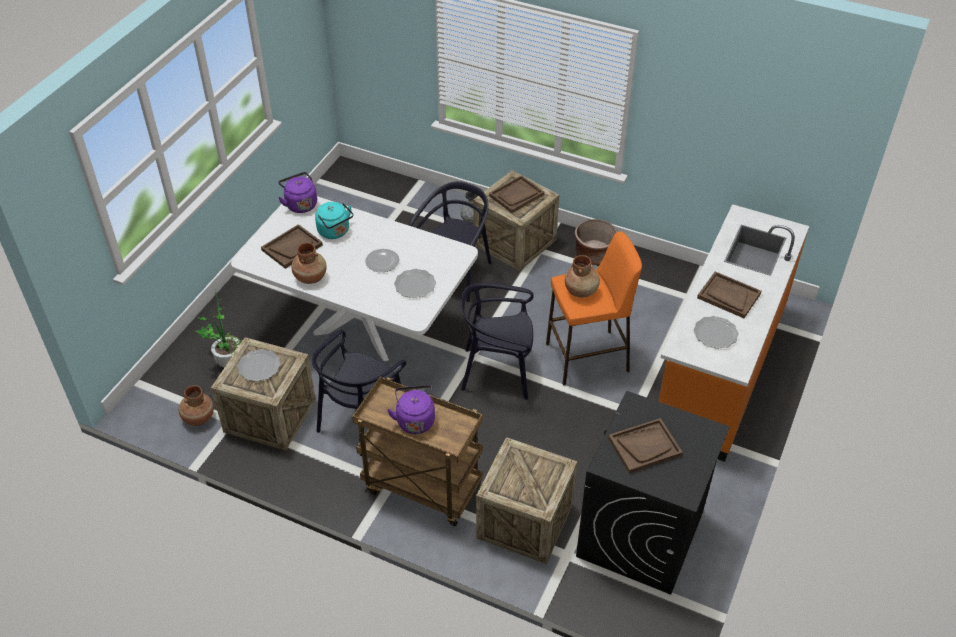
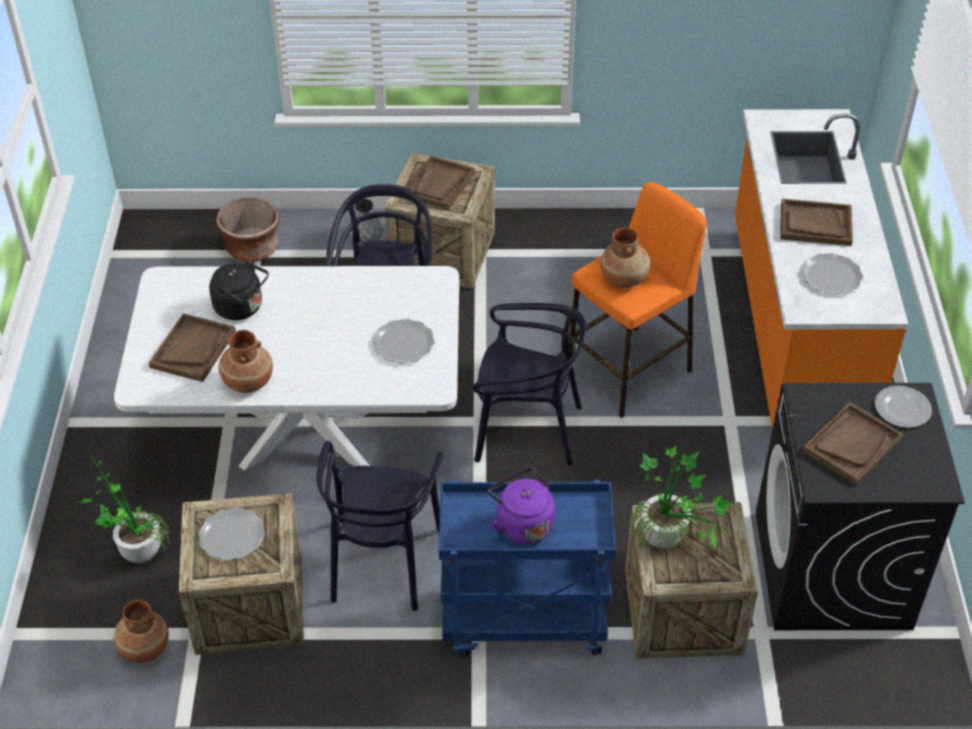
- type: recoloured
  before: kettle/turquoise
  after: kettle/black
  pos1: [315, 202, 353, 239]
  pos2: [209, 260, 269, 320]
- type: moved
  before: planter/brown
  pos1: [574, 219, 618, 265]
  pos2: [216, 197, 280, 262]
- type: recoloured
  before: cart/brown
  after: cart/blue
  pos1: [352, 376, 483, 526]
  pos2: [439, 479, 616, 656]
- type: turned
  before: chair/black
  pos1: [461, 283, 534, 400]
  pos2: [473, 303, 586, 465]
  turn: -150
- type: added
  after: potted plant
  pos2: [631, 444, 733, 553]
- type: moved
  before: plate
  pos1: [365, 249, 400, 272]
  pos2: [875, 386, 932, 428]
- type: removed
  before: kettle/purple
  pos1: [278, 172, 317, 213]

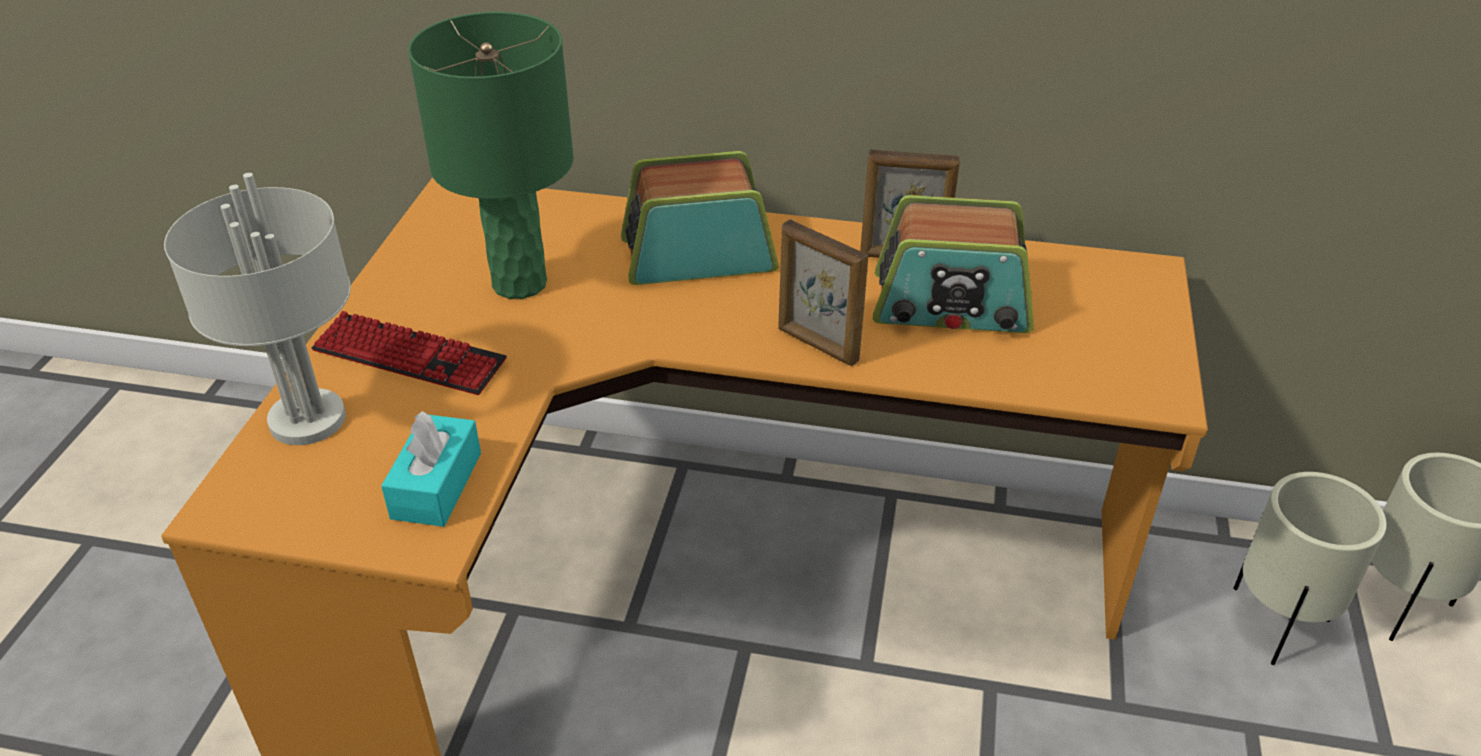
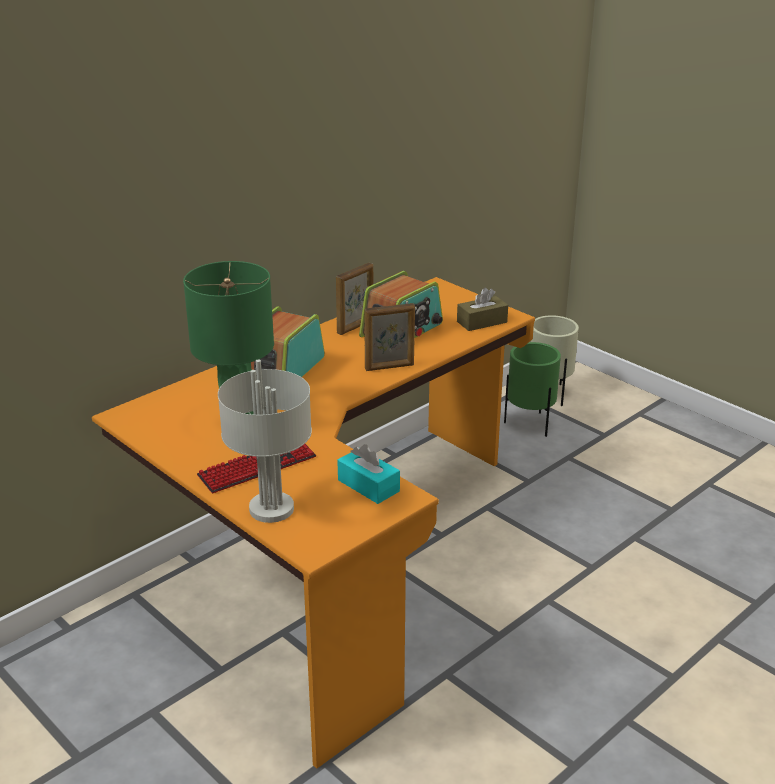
- type: added
  after: tissue box/brown
  pos2: [457, 288, 508, 331]
- type: recoloured
  before: planter/beige
  after: planter/green
  pos1: [1233, 472, 1387, 665]
  pos2: [504, 342, 561, 437]

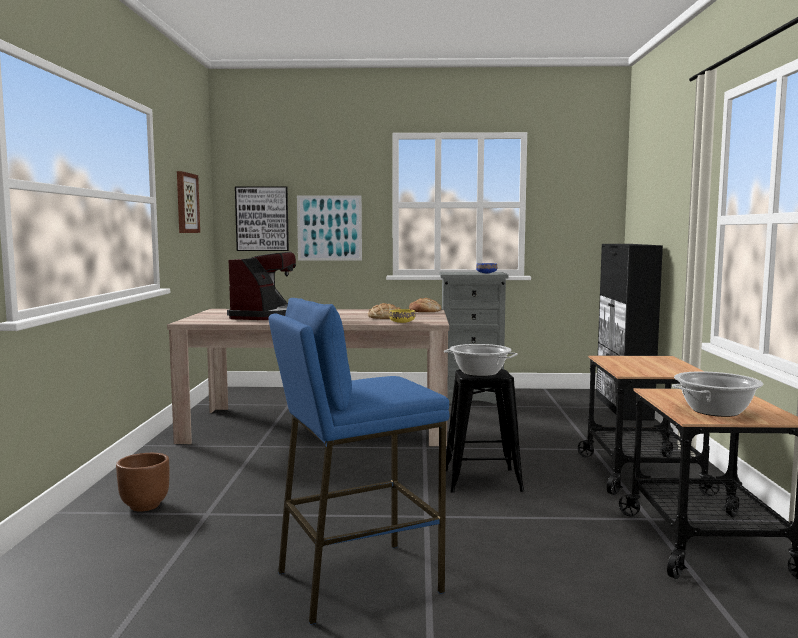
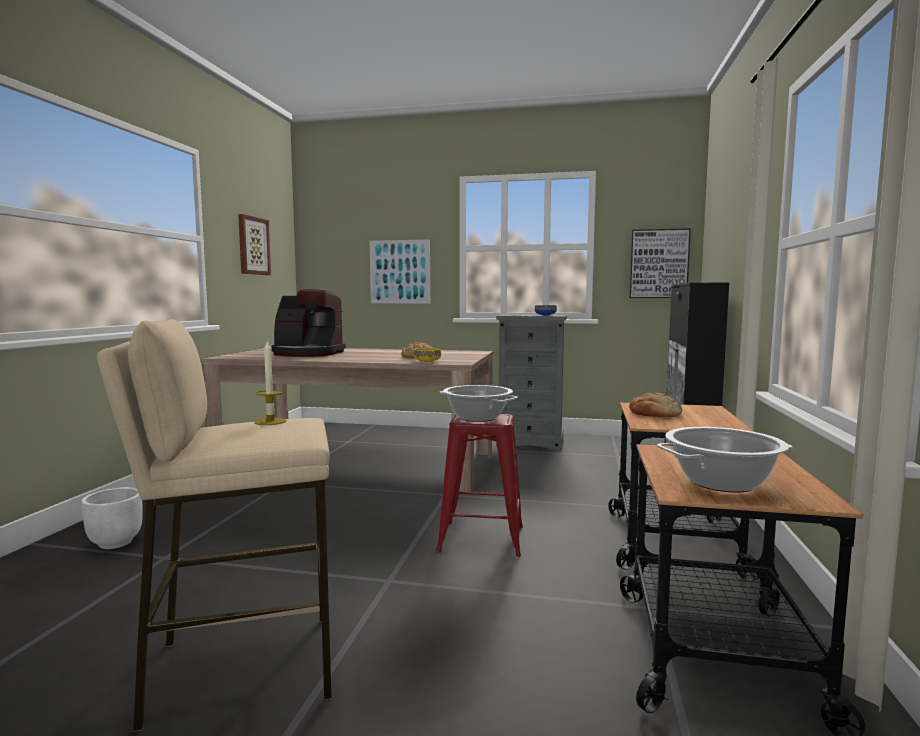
- type: recoloured
  before: planter/brown
  after: planter/white
  pos1: [116, 453, 169, 511]
  pos2: [81, 487, 143, 549]
- type: recoloured
  before: stool/blue
  after: stool/beige
  pos1: [268, 298, 449, 625]
  pos2: [97, 319, 332, 732]
- type: added
  after: candle
  pos2: [255, 341, 287, 425]
- type: turned
  before: coffee machine
  pos1: [227, 252, 296, 320]
  pos2: [272, 289, 346, 357]
  turn: 75
- type: recoloured
  before: stool/black
  after: stool/red
  pos1: [446, 369, 524, 493]
  pos2: [436, 414, 523, 557]
- type: moved
  before: picture
  pos1: [235, 186, 289, 251]
  pos2: [629, 228, 691, 298]
- type: moved
  before: bread
  pos1: [409, 298, 441, 312]
  pos2: [629, 393, 682, 417]

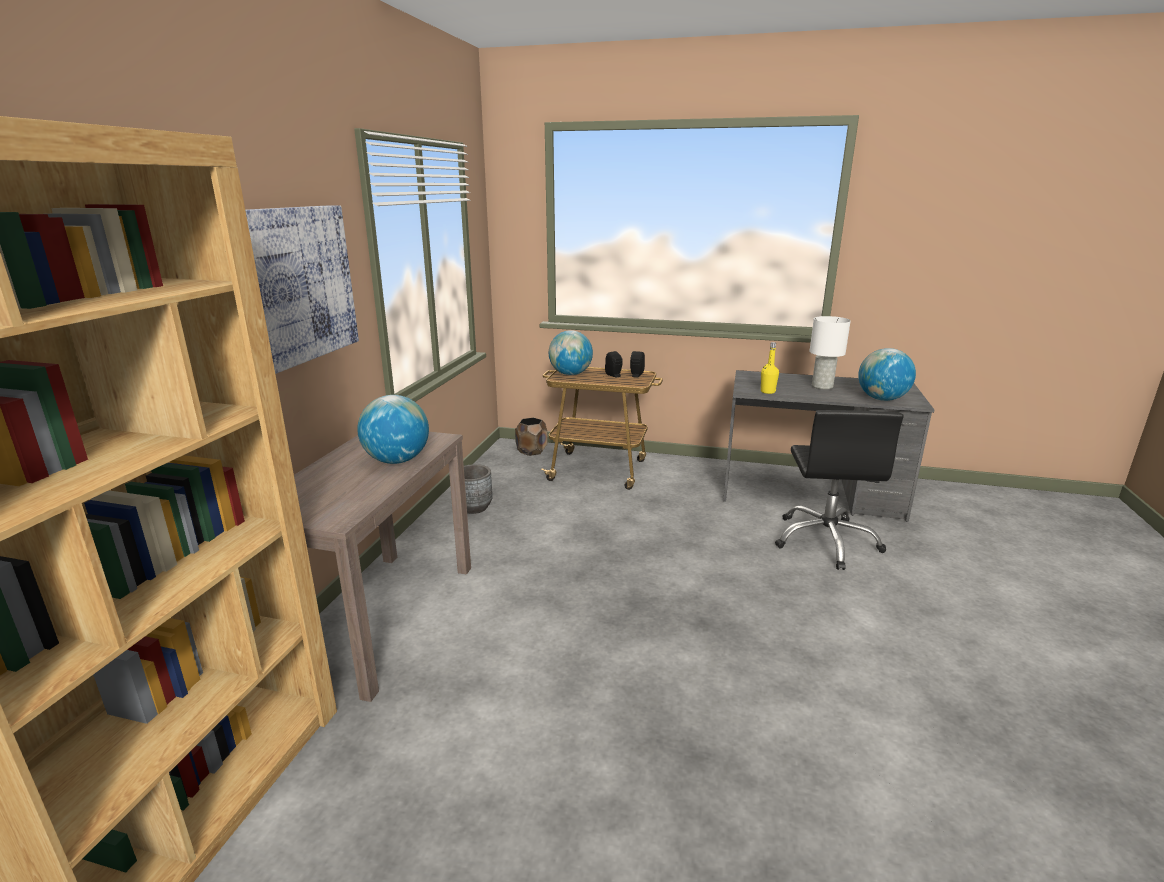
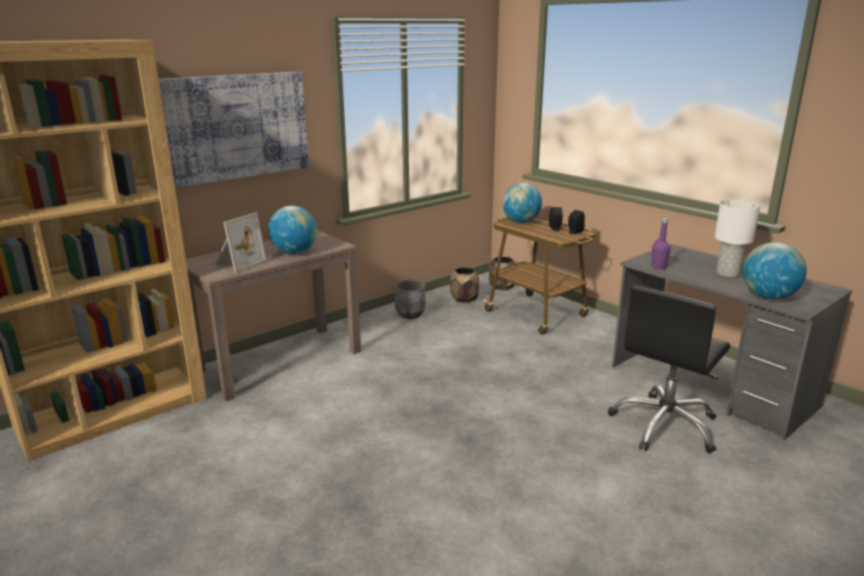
- type: added
  after: picture frame
  pos2: [215, 213, 268, 274]
- type: added
  after: planter/brown
  pos2: [450, 267, 479, 303]
- type: recoloured
  before: bottle/yellow
  after: bottle/purple
  pos1: [761, 342, 779, 394]
  pos2: [651, 218, 671, 269]

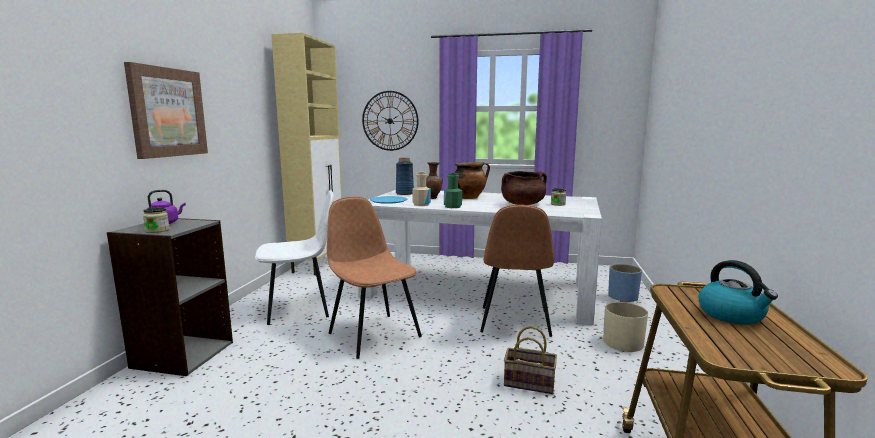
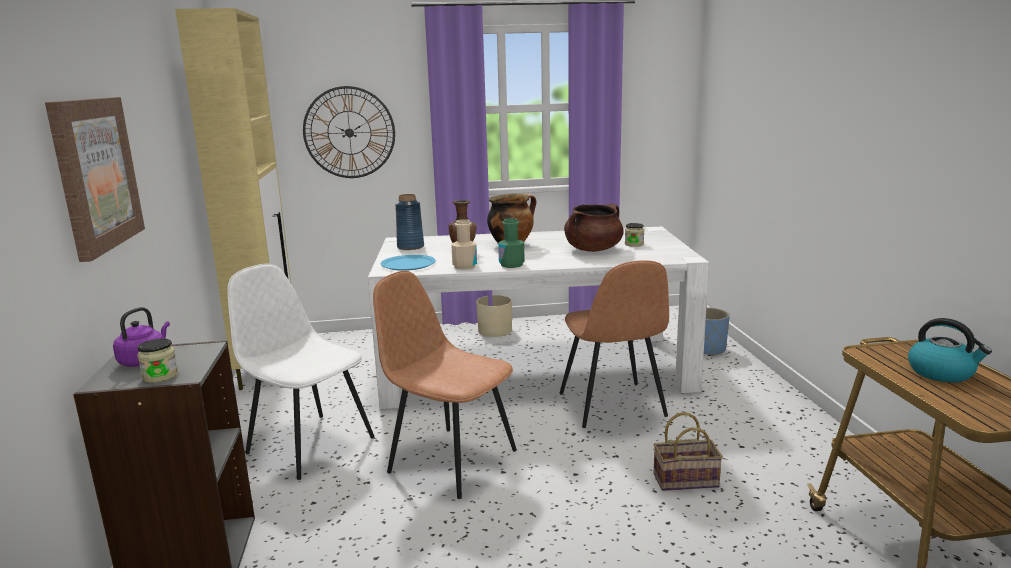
- type: turned
  before: chair/white
  pos1: [255, 190, 334, 325]
  pos2: [227, 264, 374, 480]
  turn: -105
- type: moved
  before: planter/beige
  pos1: [603, 302, 648, 352]
  pos2: [476, 295, 512, 337]

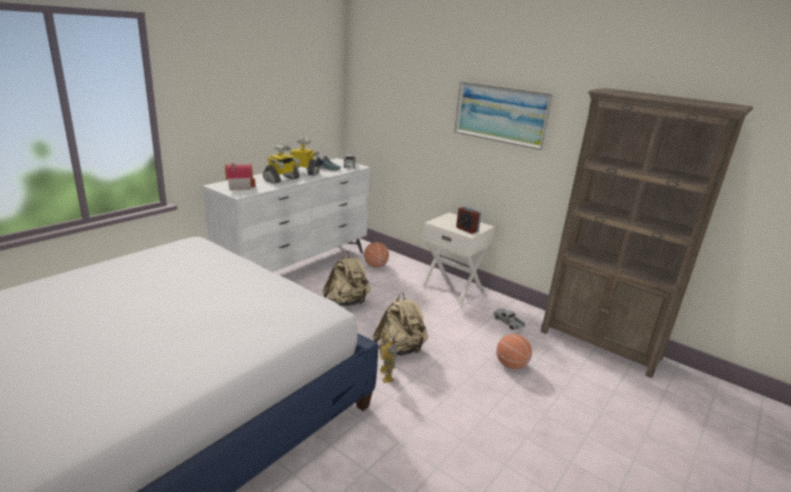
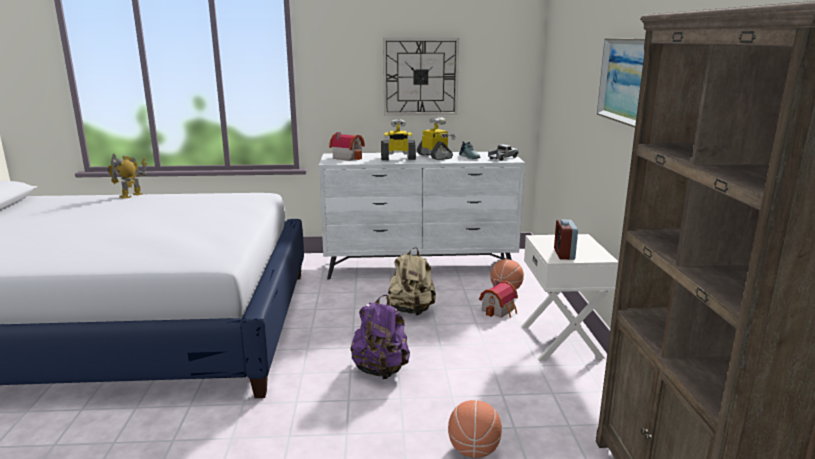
- type: moved
  before: toy robot
  pos1: [380, 333, 397, 383]
  pos2: [106, 154, 147, 199]
- type: recoloured
  before: backpack/beige
  after: backpack/purple
  pos1: [373, 293, 428, 355]
  pos2: [350, 295, 410, 379]
- type: added
  after: wall clock
  pos2: [383, 38, 459, 116]
- type: added
  after: toy house
  pos2: [479, 279, 518, 318]
- type: removed
  before: toy truck
  pos1: [494, 308, 525, 330]

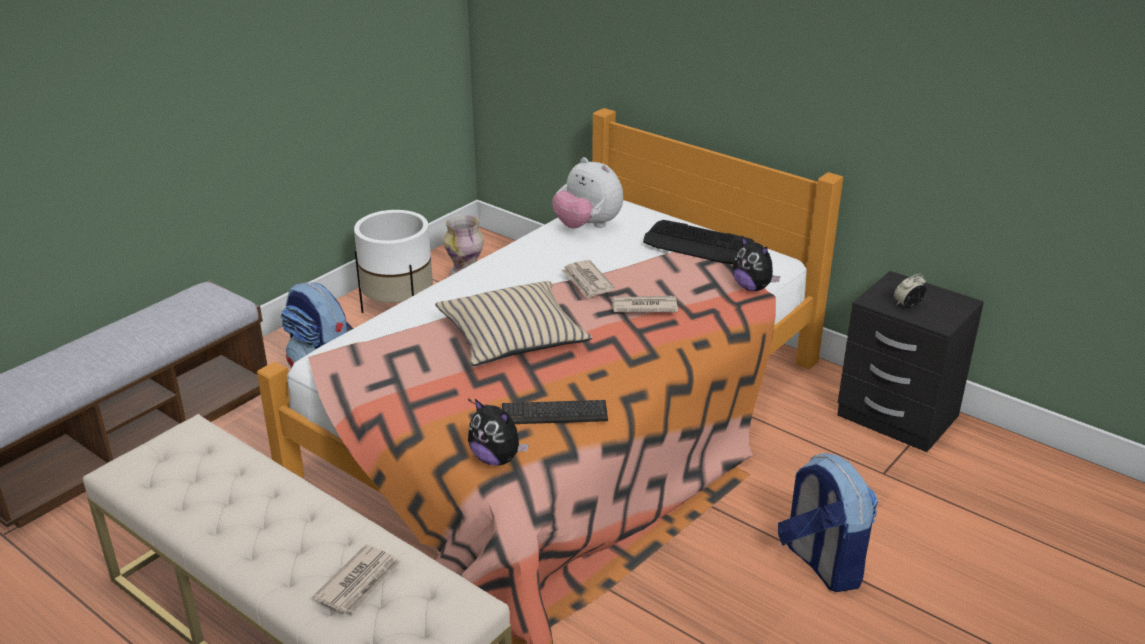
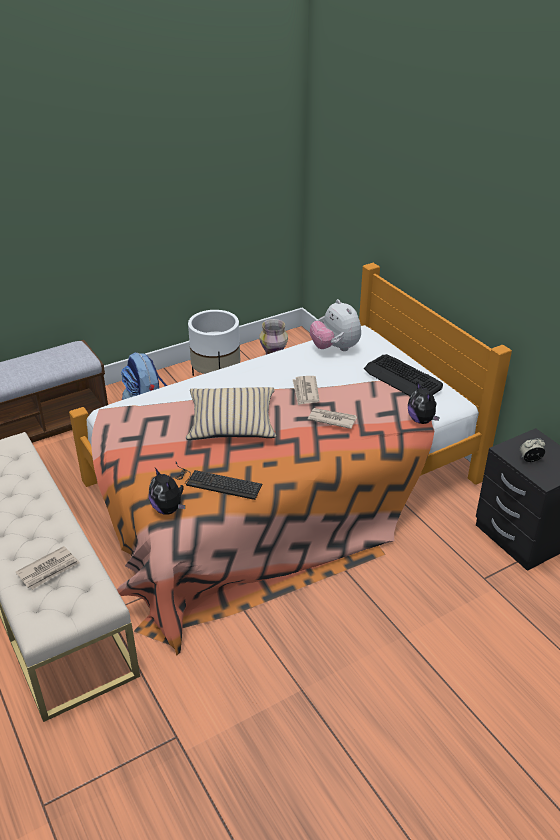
- type: removed
  before: backpack
  pos1: [778, 453, 878, 592]

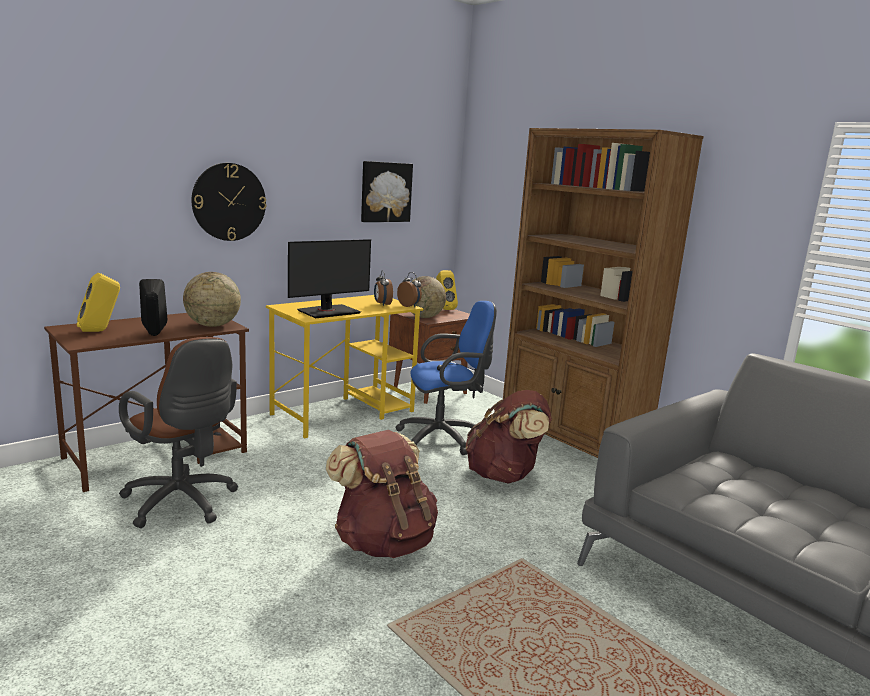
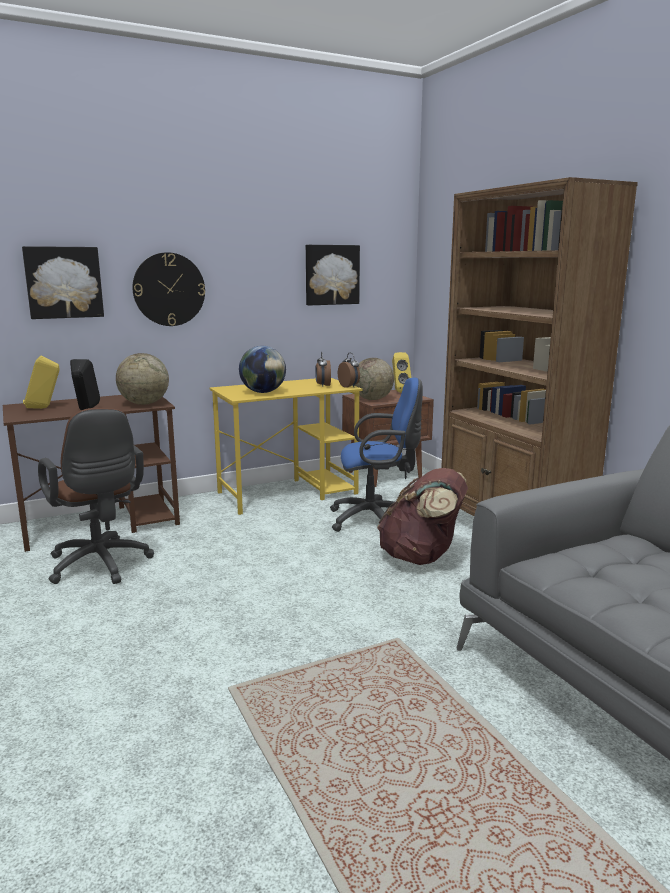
- type: added
  after: picture
  pos2: [22, 246, 104, 319]
- type: replaced
  before: monitor
  after: globe
  pos1: [288, 239, 371, 318]
  pos2: [239, 346, 286, 393]
- type: removed
  before: backpack/brown
  pos1: [326, 430, 438, 558]

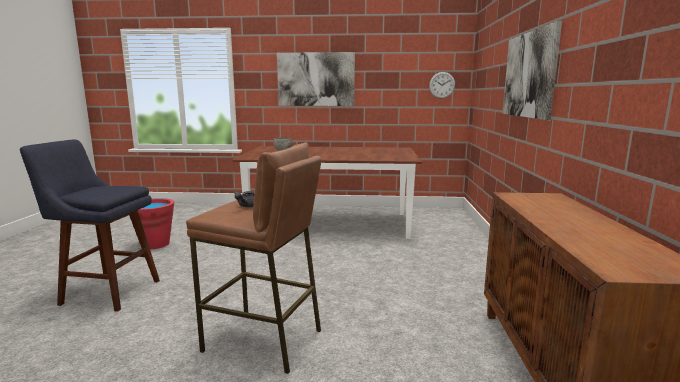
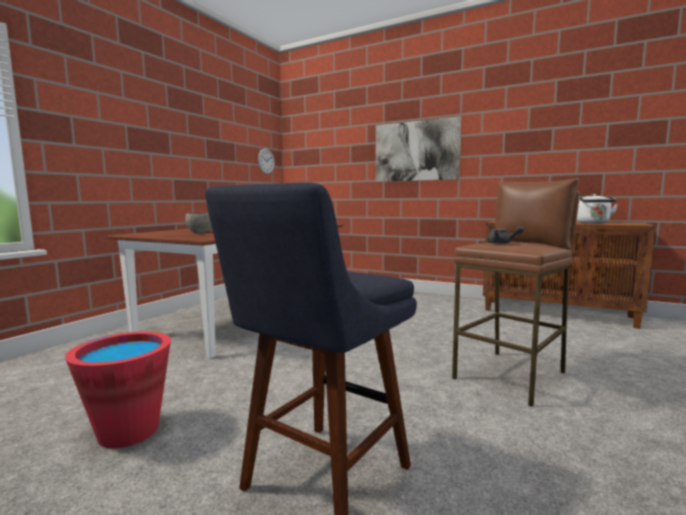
- type: added
  after: kettle/white
  pos2: [577, 194, 618, 224]
- type: removed
  before: picture
  pos1: [277, 52, 355, 106]

